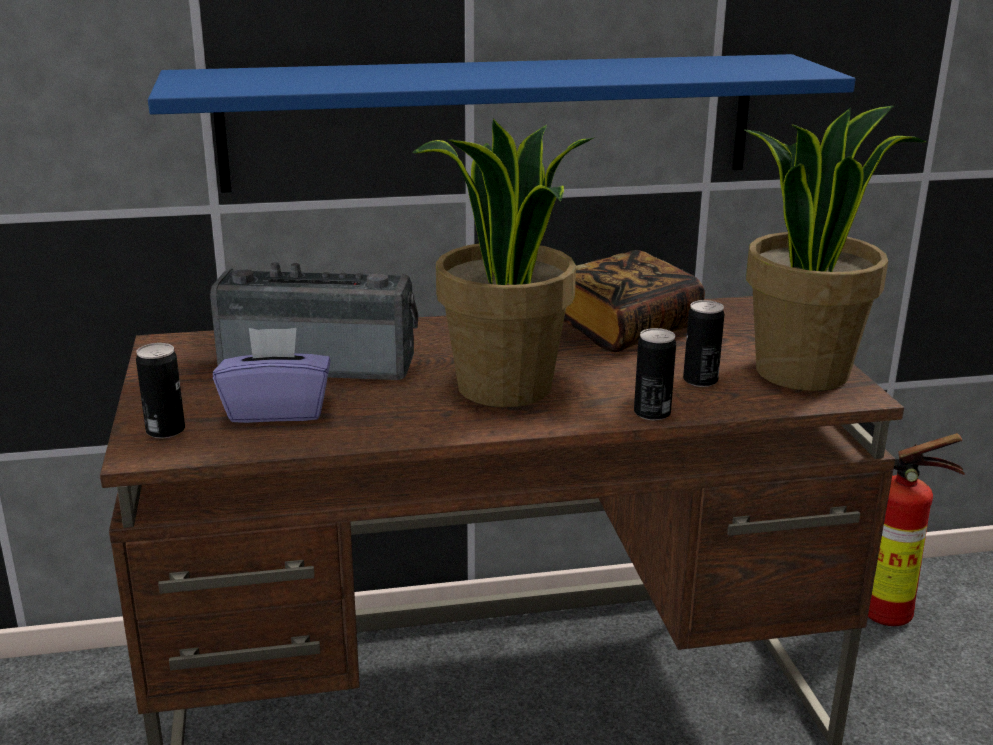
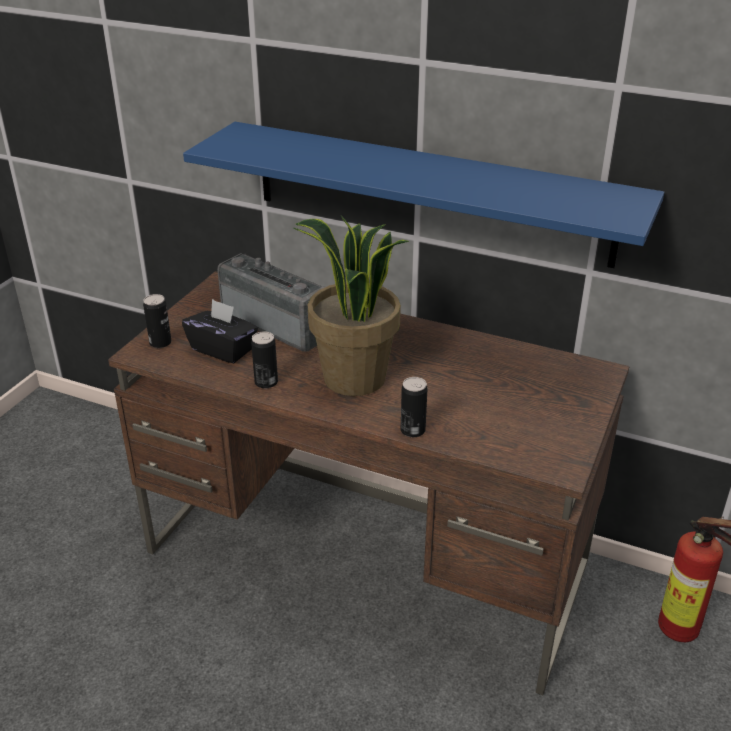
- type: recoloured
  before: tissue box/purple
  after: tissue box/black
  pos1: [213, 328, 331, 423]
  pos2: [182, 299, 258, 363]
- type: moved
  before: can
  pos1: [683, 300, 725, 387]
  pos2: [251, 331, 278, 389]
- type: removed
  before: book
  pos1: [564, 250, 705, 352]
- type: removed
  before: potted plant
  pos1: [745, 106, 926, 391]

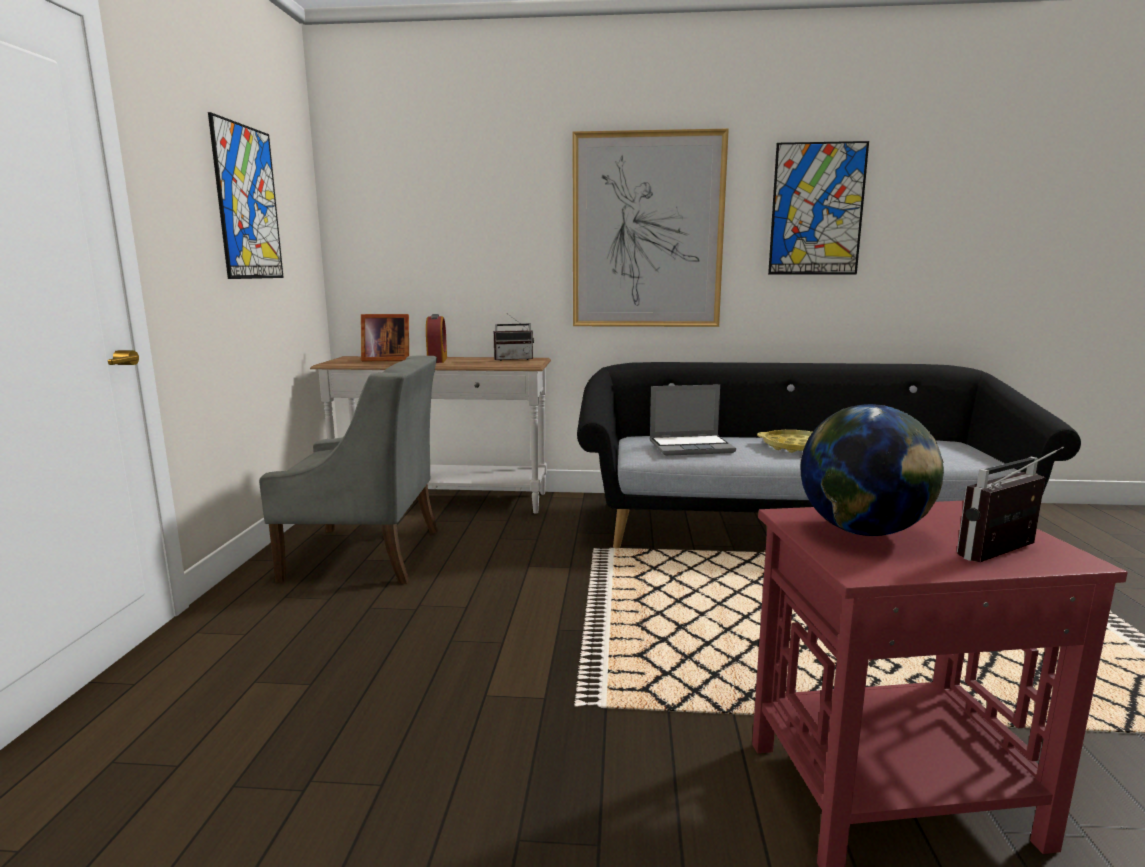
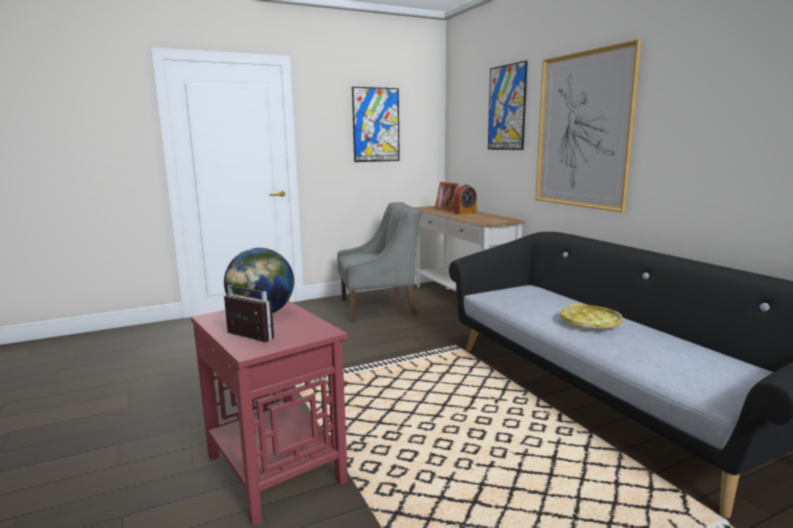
- type: turned
  before: armchair/grey
  pos1: [259, 355, 438, 584]
  pos2: [337, 202, 422, 321]
  turn: -75
- type: moved
  before: picture
  pos1: [768, 141, 869, 275]
  pos2: [488, 60, 528, 150]
- type: removed
  before: radio
  pos1: [493, 313, 534, 361]
- type: removed
  before: laptop
  pos1: [650, 384, 736, 456]

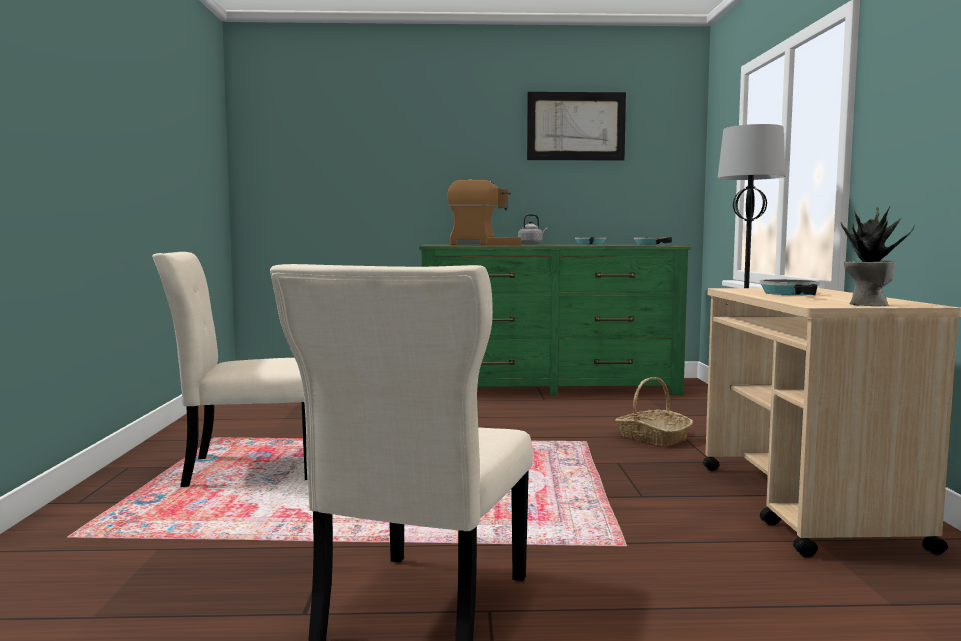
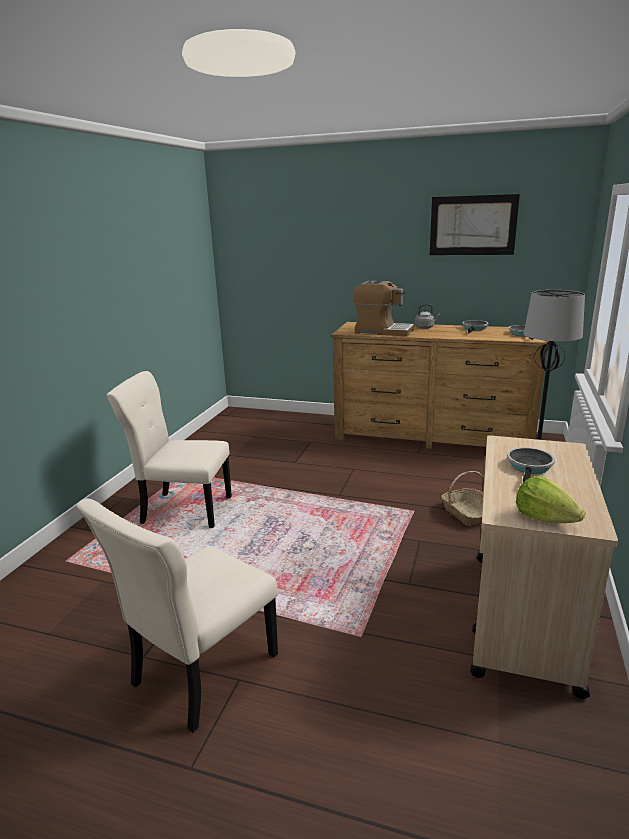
- type: recoloured
  before: dresser/green
  after: dresser/brown
  pos1: [419, 245, 691, 396]
  pos2: [331, 322, 549, 449]
- type: replaced
  before: potted plant
  after: lettuce
  pos1: [841, 206, 915, 306]
  pos2: [516, 476, 585, 523]

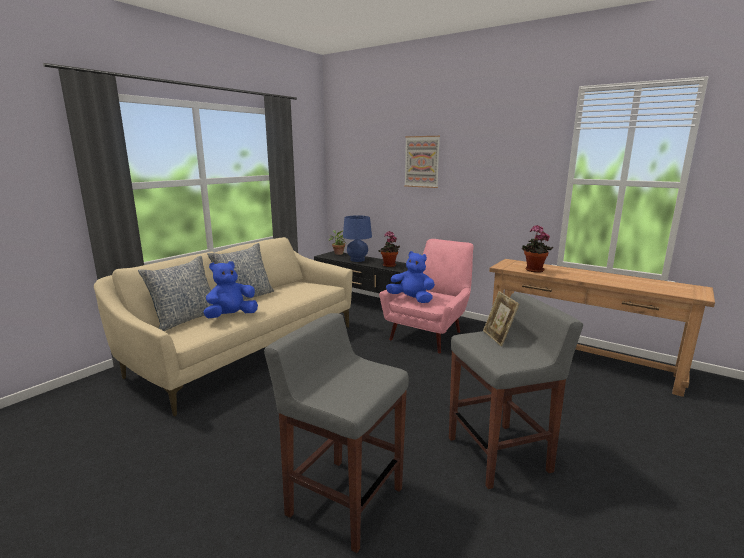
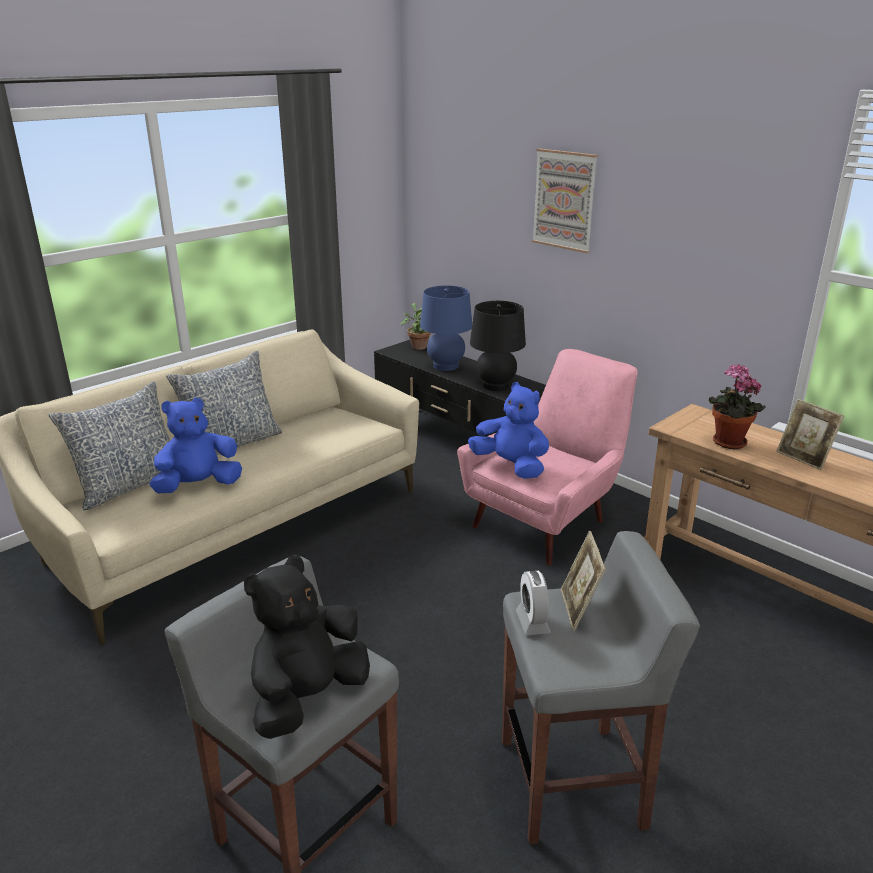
- type: added
  after: plush toy/black
  pos2: [244, 556, 370, 739]
- type: replaced
  before: potted plant
  after: table lamp/black
  pos1: [379, 231, 400, 267]
  pos2: [470, 301, 526, 391]
- type: added
  after: alarm clock
  pos2: [516, 571, 551, 635]
- type: added
  after: picture frame
  pos2: [776, 399, 844, 470]

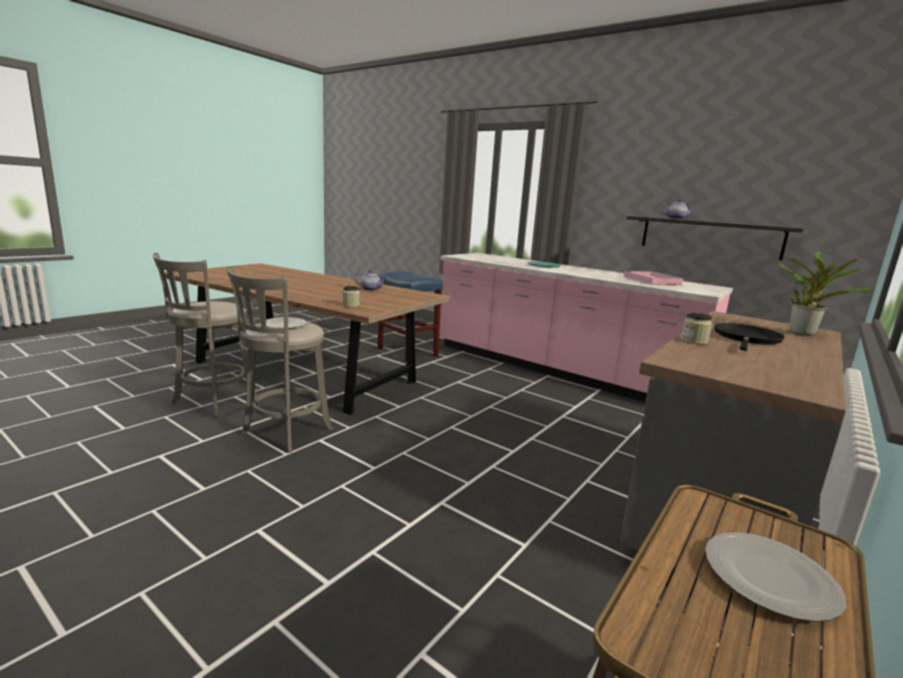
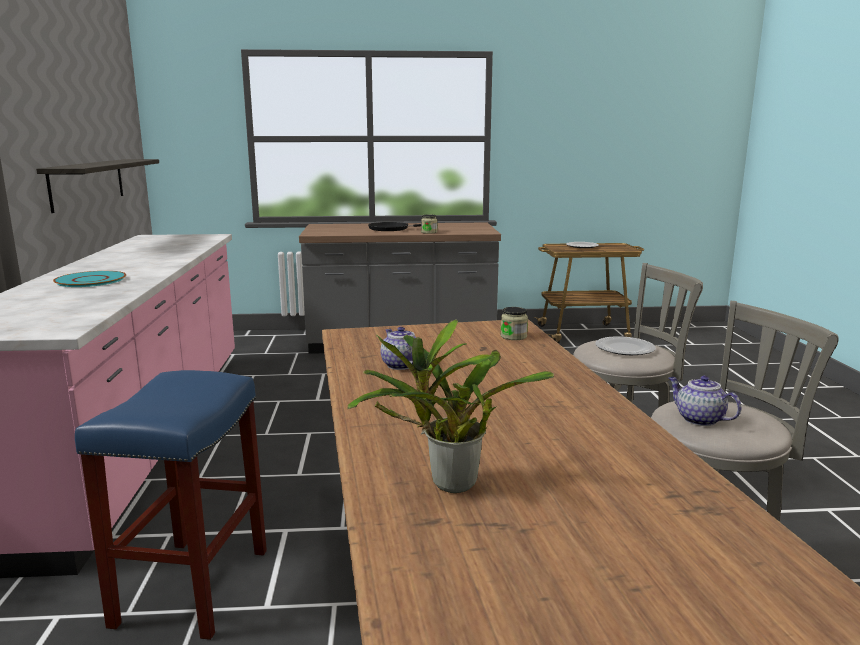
- type: moved
  before: potted plant
  pos1: [778, 251, 872, 336]
  pos2: [347, 320, 554, 493]
- type: moved
  before: teapot
  pos1: [662, 200, 694, 219]
  pos2: [669, 376, 742, 426]
- type: removed
  before: tray/pink
  pos1: [624, 271, 684, 285]

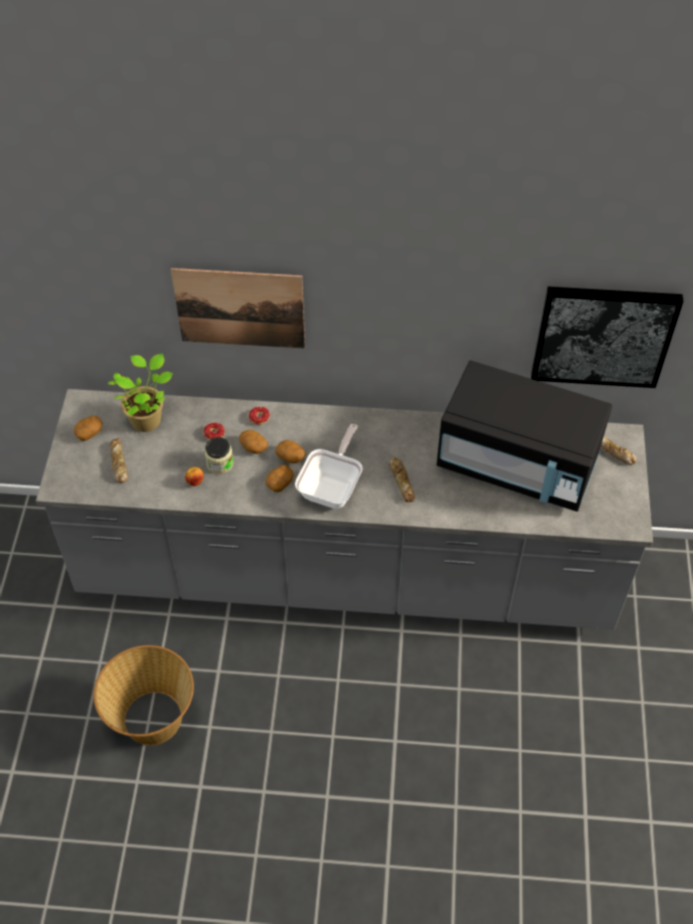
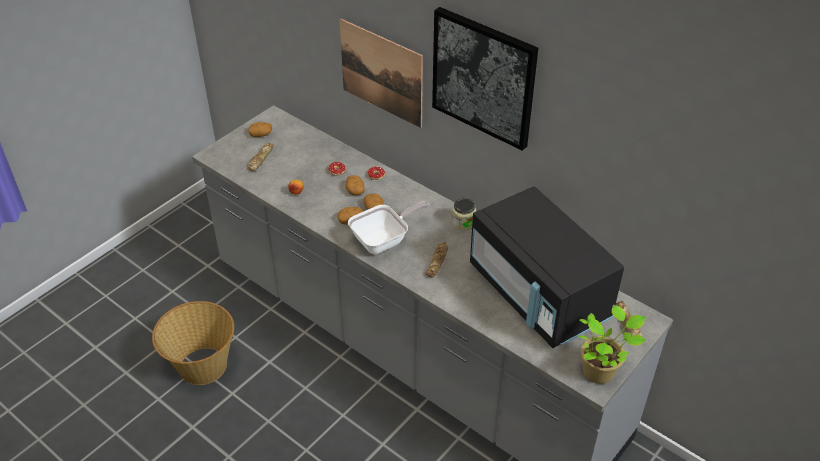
- type: moved
  before: picture
  pos1: [531, 287, 683, 388]
  pos2: [432, 7, 538, 151]
- type: moved
  before: jar
  pos1: [205, 437, 234, 474]
  pos2: [452, 198, 476, 231]
- type: moved
  before: potted plant
  pos1: [108, 353, 173, 432]
  pos2: [578, 305, 646, 384]

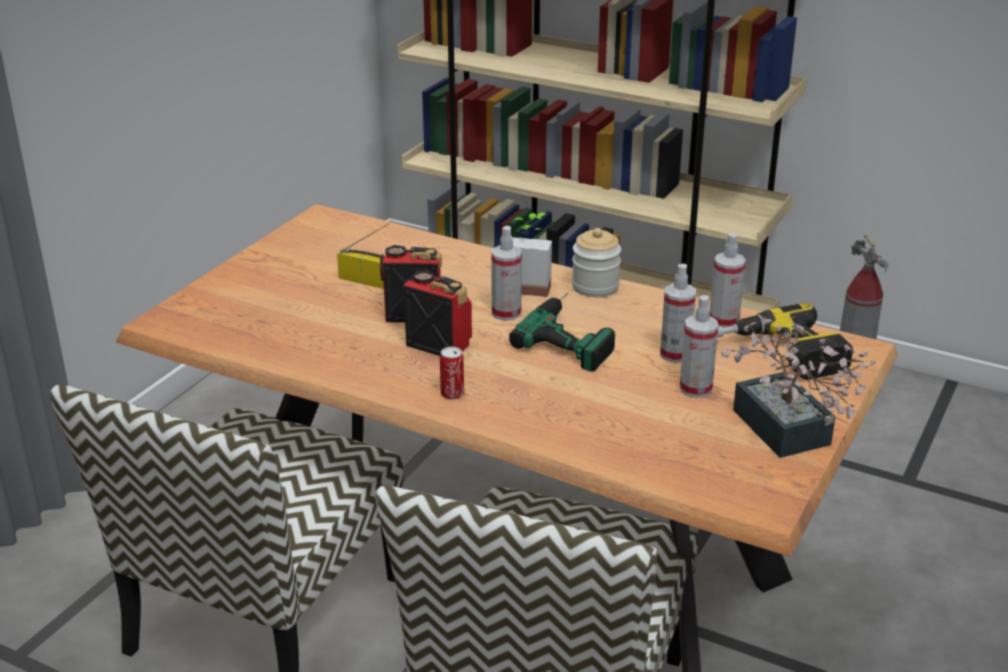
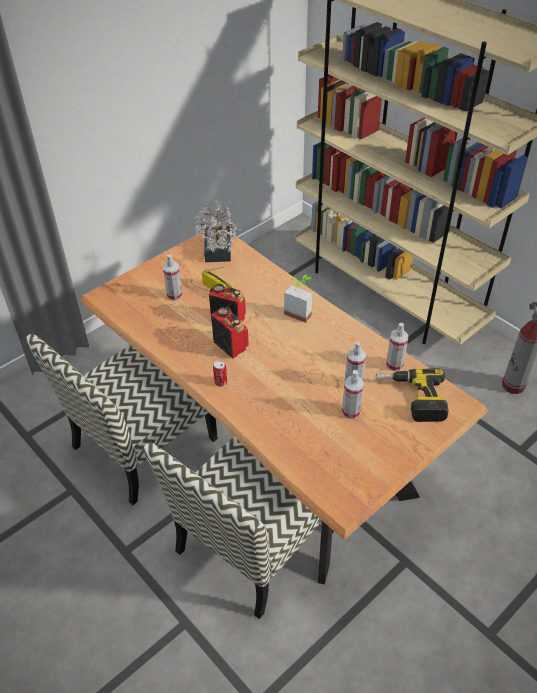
- type: moved
  before: spray bottle
  pos1: [491, 226, 522, 321]
  pos2: [163, 254, 182, 301]
- type: moved
  before: potted plant
  pos1: [721, 317, 877, 458]
  pos2: [194, 200, 241, 262]
- type: removed
  before: power drill
  pos1: [509, 293, 615, 372]
- type: removed
  before: jar
  pos1: [572, 228, 621, 297]

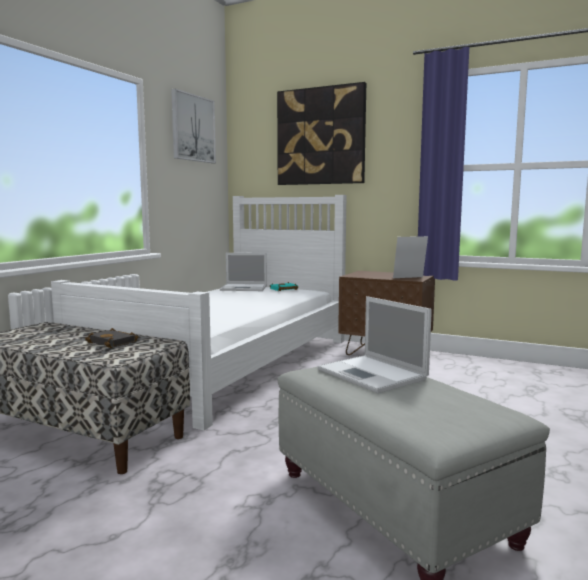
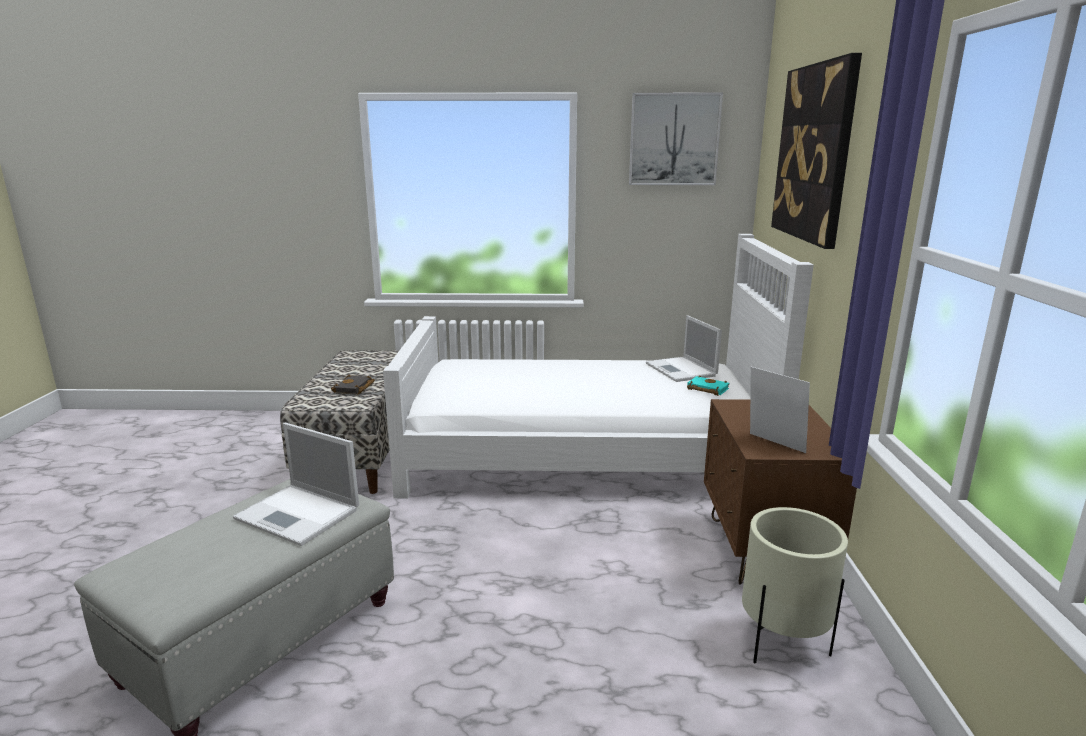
- type: turned
  before: laptop
  pos1: [318, 296, 432, 393]
  pos2: [233, 423, 359, 546]
  turn: -90
- type: added
  after: planter/beige
  pos2: [742, 507, 848, 663]

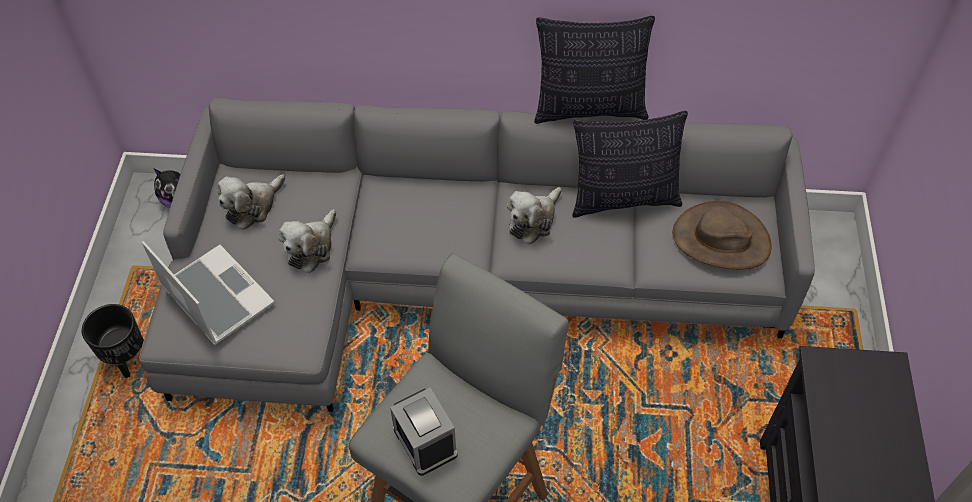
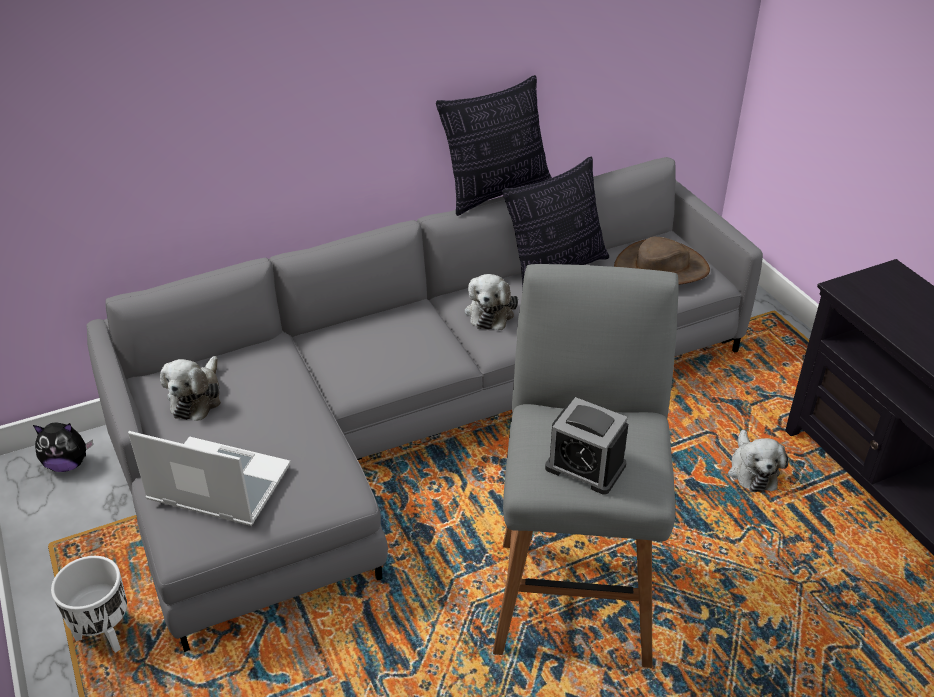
- type: recoloured
  before: planter/black
  after: planter/white
  pos1: [82, 304, 144, 378]
  pos2: [51, 556, 127, 653]
- type: moved
  before: plush toy
  pos1: [279, 209, 336, 273]
  pos2: [728, 430, 788, 492]

